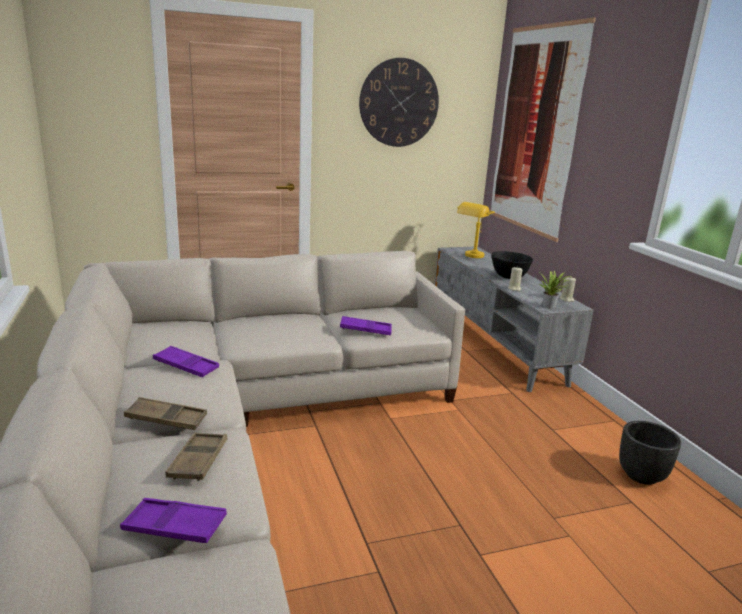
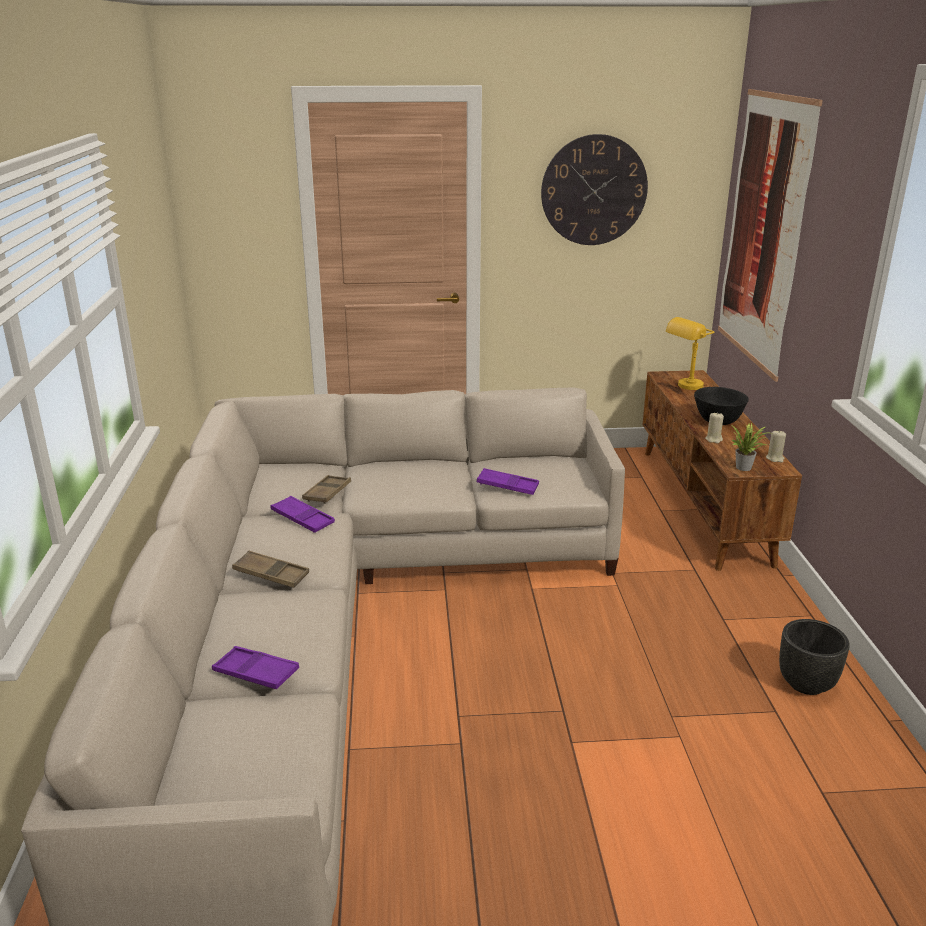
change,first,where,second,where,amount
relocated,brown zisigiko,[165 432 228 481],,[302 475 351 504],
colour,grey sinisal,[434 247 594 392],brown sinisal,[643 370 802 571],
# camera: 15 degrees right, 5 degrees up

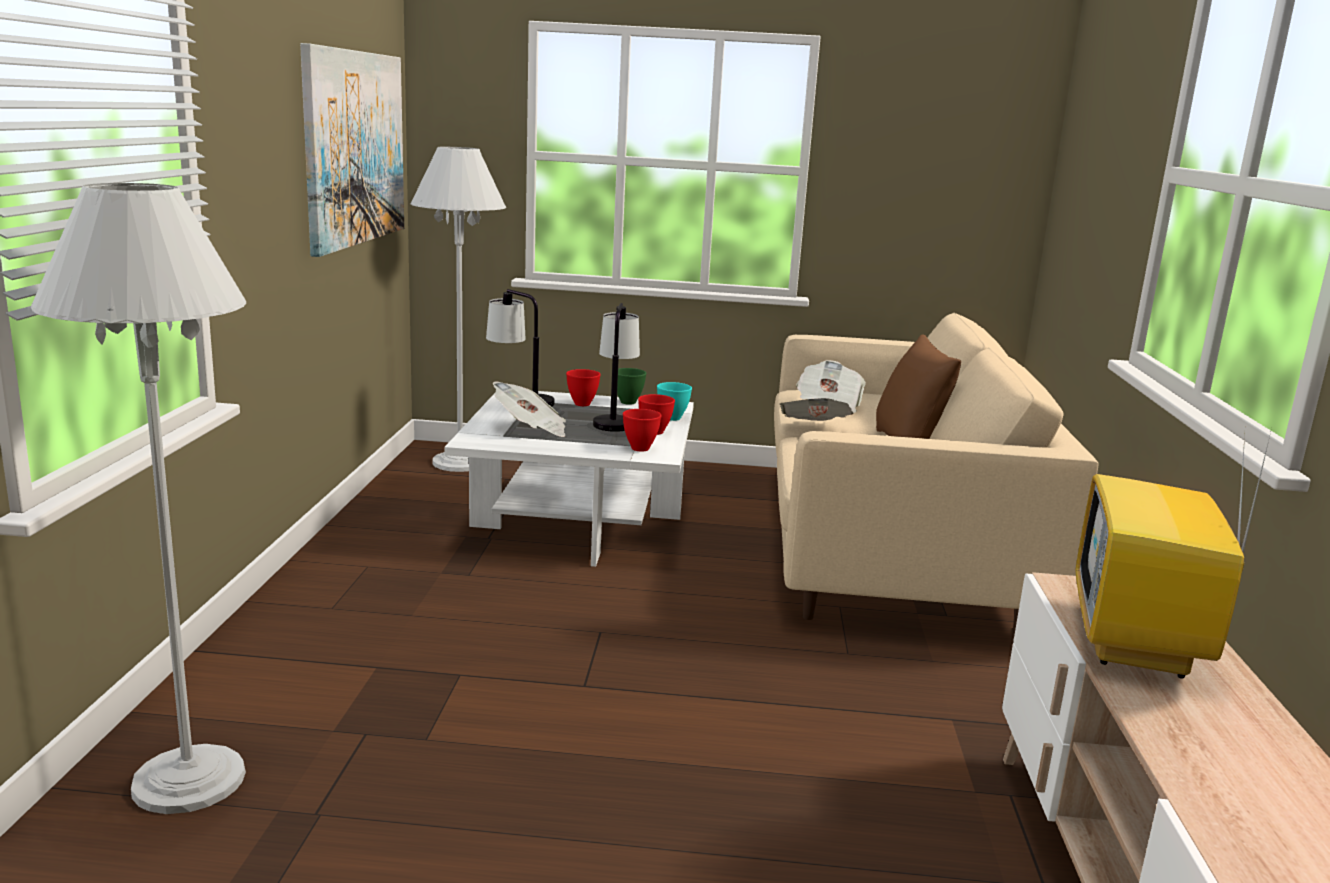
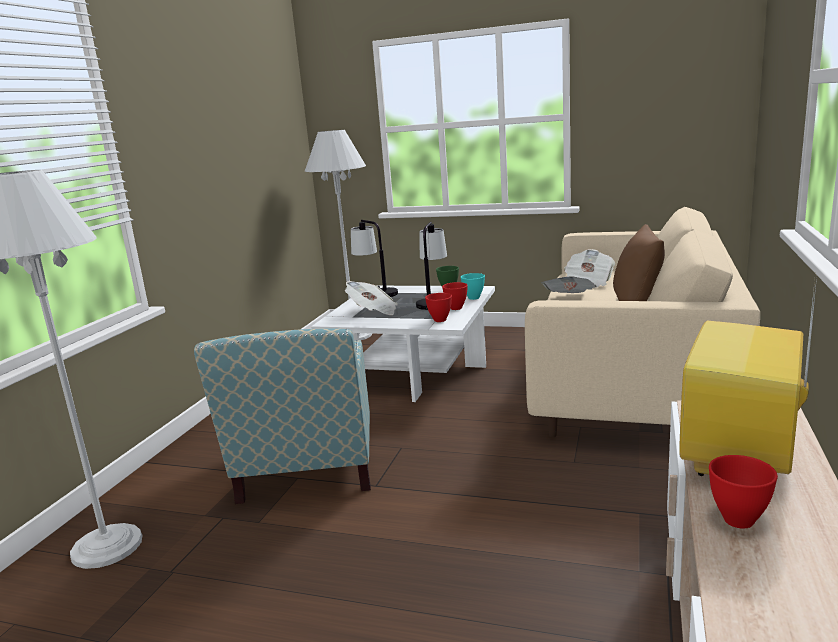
change,first,where,second,where,amount
appeared,,,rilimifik,[194 329 371 504],
relocated,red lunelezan,[566 369 601 406],,[709 455 778 529],
missing,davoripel,[300 43 404 257],,,
# camera: 15 degrees right, 0 degrees up

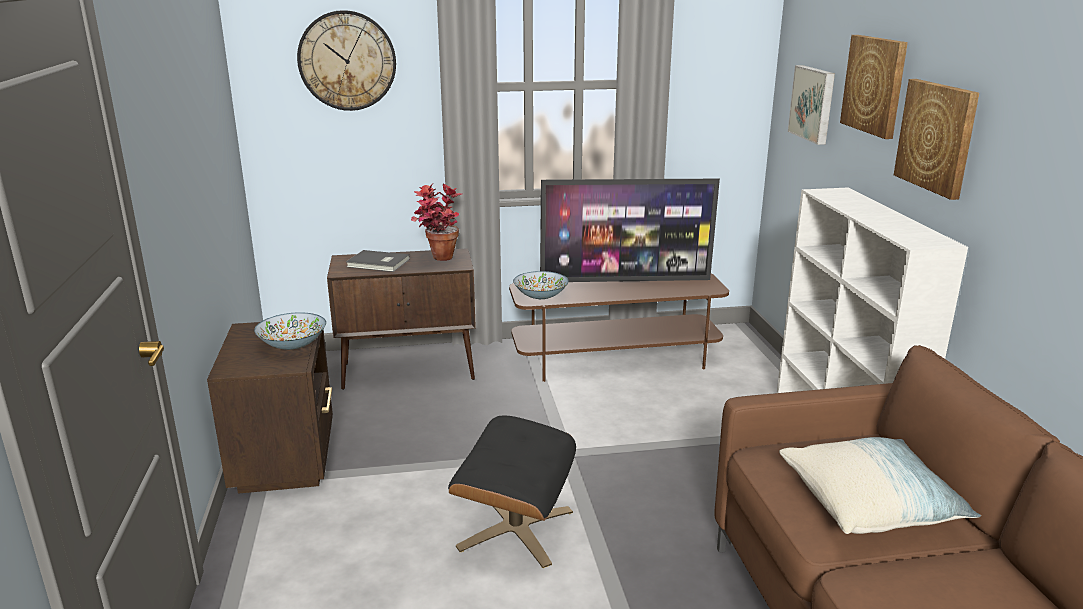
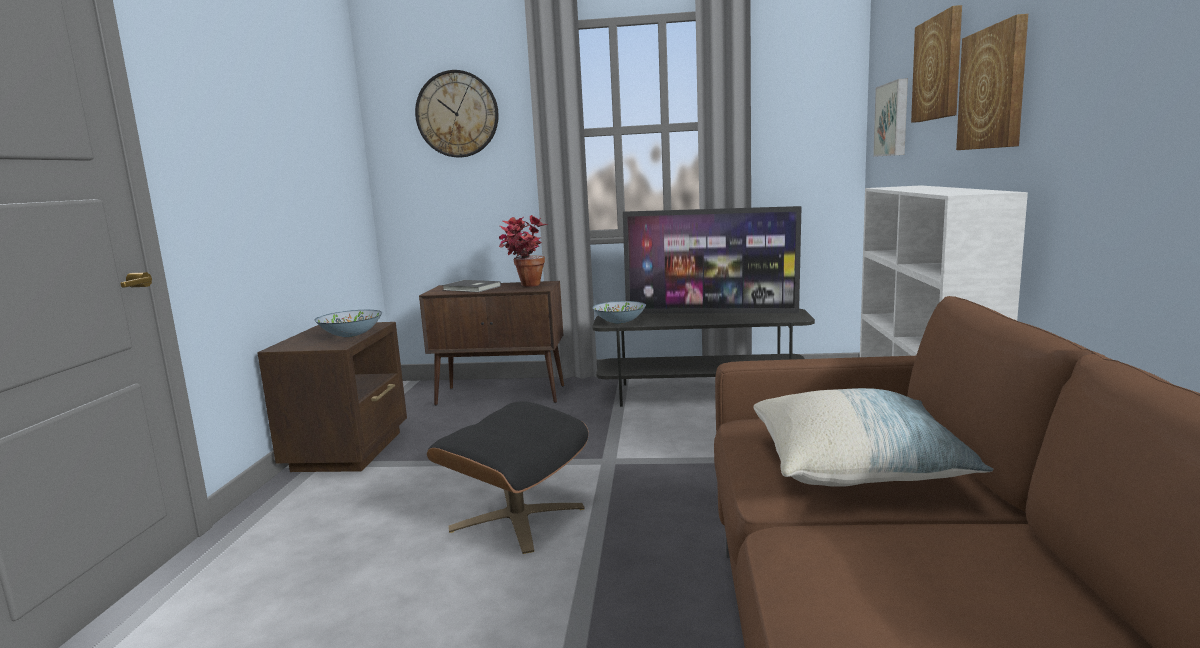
change,first,where,second,where,amount
colour,brown sinisal,[509 274 729 382],grey sinisal,[592 309 815 407],
# camera: 15 degrees right, 10 degrees down

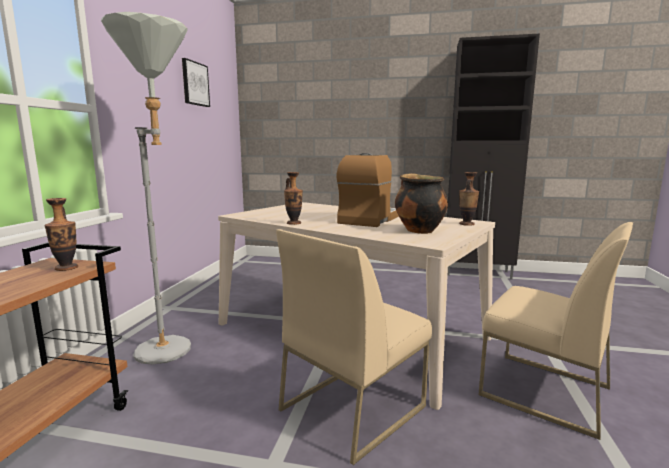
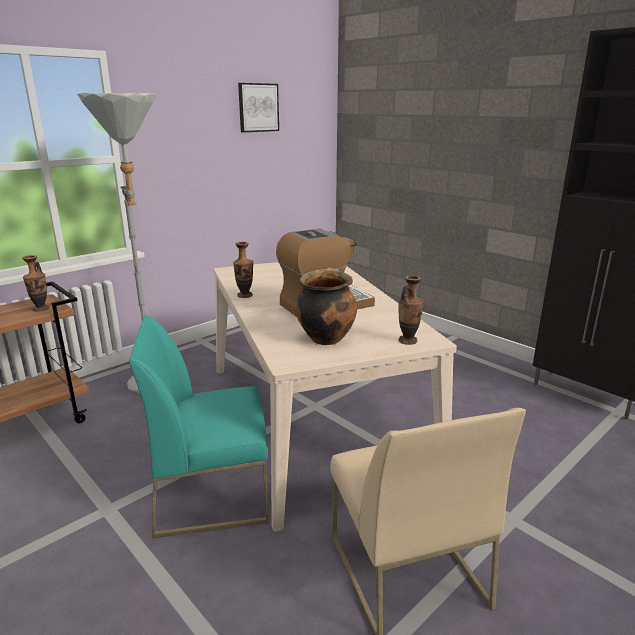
change,first,where,second,where,amount
colour,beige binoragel,[276 229 432 465],turquoise binoragel,[129 315 269 538],
# camera: 35 degrees right, 10 degrees up

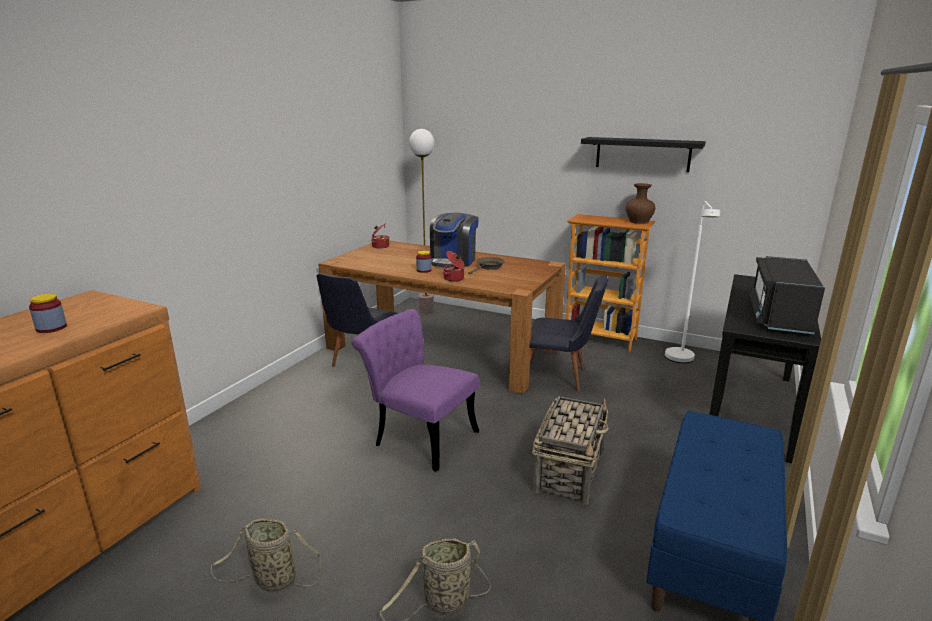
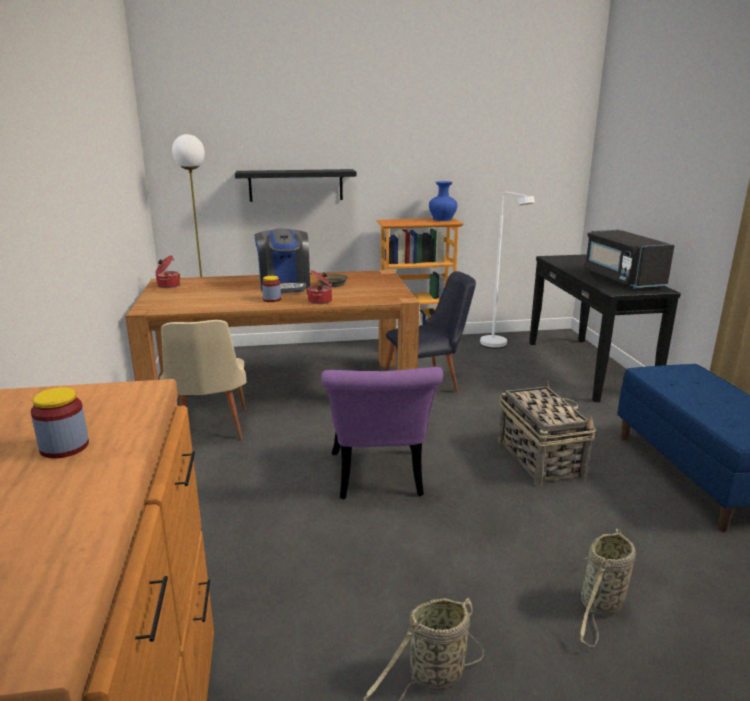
change,first,where,second,where,amount
colour,black binoragel,[316 274 398 367],beige binoragel,[160 320 246 440],
relocated,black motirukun,[581 137 706 172],,[235 169 356 202],
spun,purple binoragel,[352 309 479 472],,[321 367 443 500],90 degrees counterclockwise
colour,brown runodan,[626 183 655 224],blue runodan,[429 181 457 221],
# camera: 35 degrees left, 0 degrees up

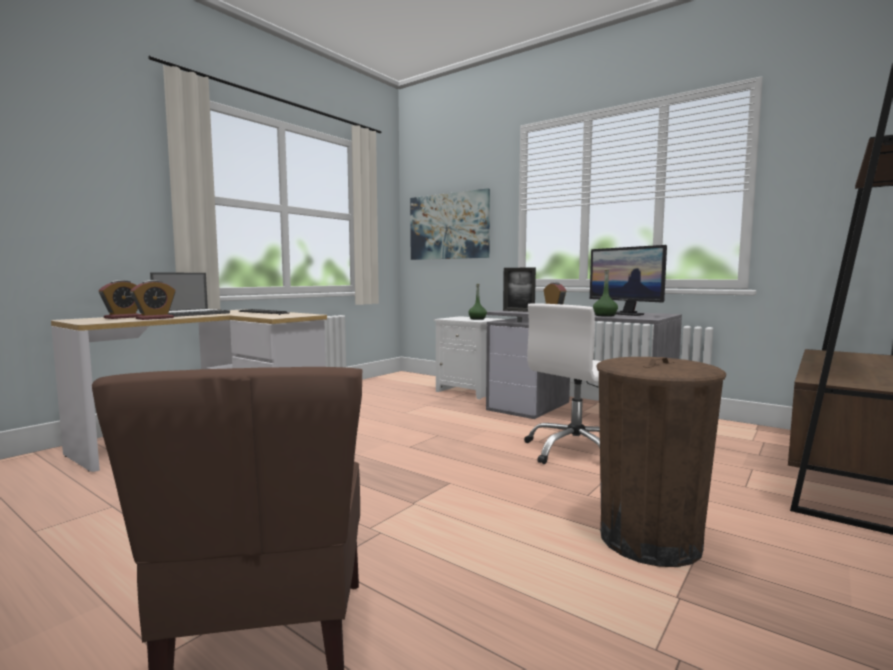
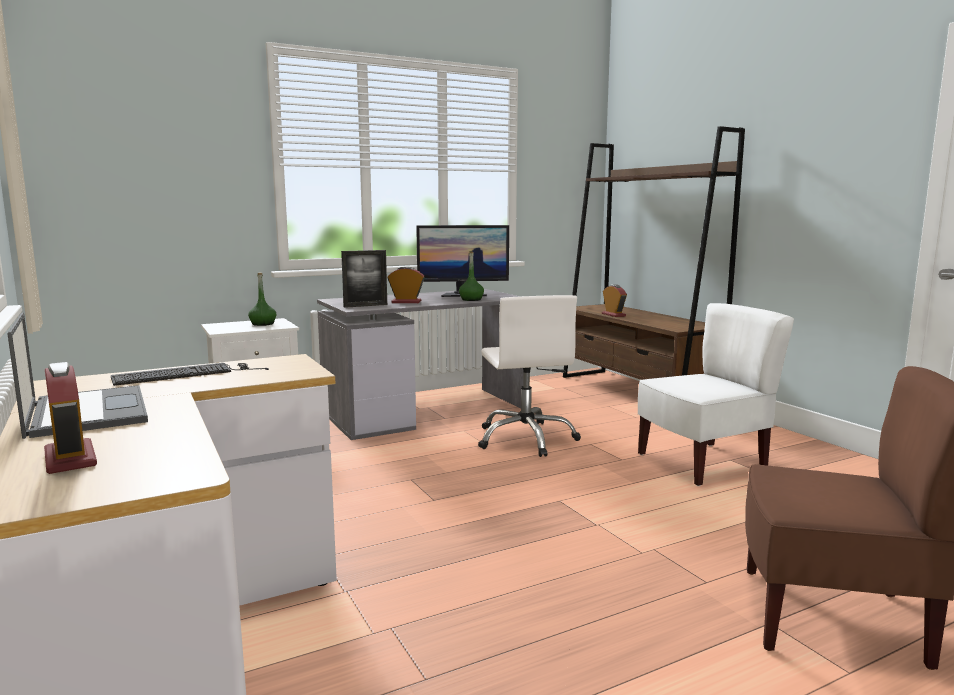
change,first,where,second,where,amount
relocated,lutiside,[130 280 175 320],,[602 285 627 317],
exchanged,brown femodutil,[597 357 726 567],white binoragel,[638 303 794 486],
missing,davoripel,[410 188 490 260],,,
# camera: 65 degrees left, 5 degrees up

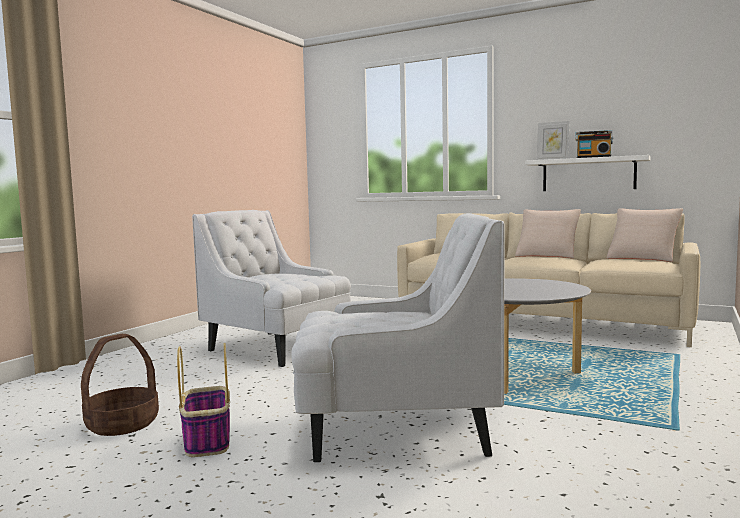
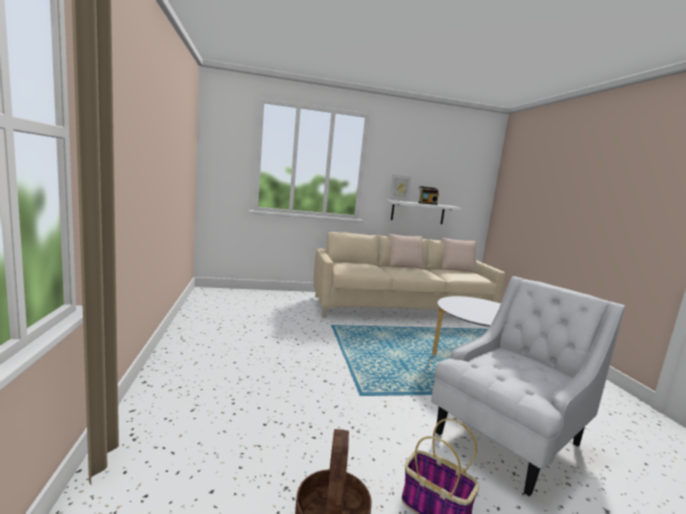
change,first,where,second,where,amount
missing,white rilimifik,[192 210 351 367],,,
# camera: 40 degrees left, 5 degrees up

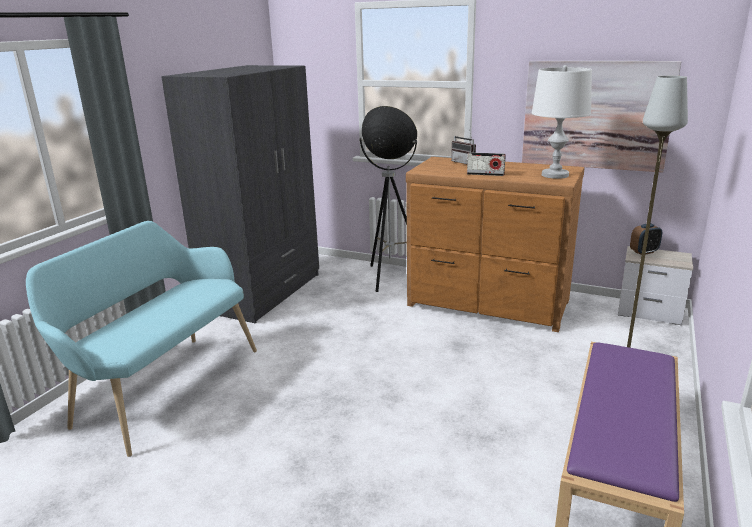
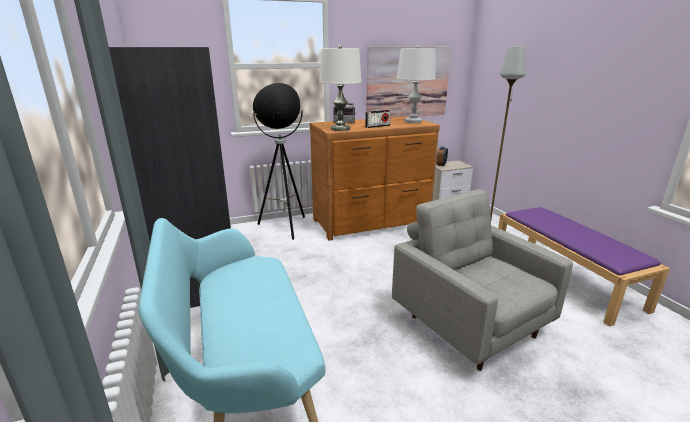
change,first,where,second,where,amount
appeared,,,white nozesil,[319 45 362 131],
appeared,,,grey rilimifik,[392 189 573 371],
# camera: 45 degrees left, 0 degrees up

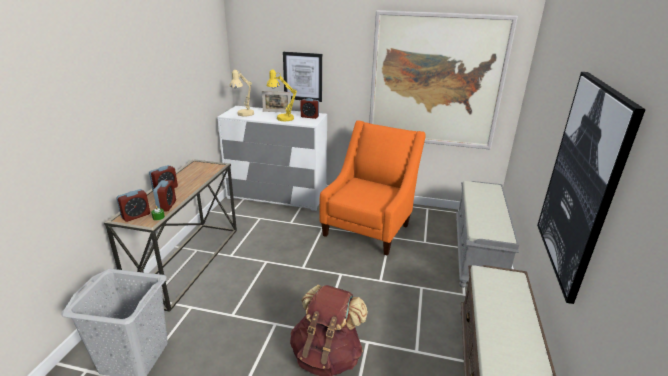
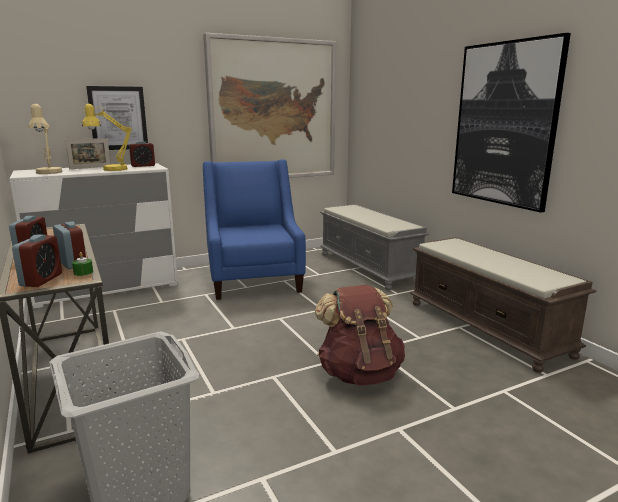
change,first,where,second,where,amount
colour,orange rilimifik,[319 120 426 256],blue rilimifik,[203 159 306 300],
# camera: 40 degrees left, 10 degrees down

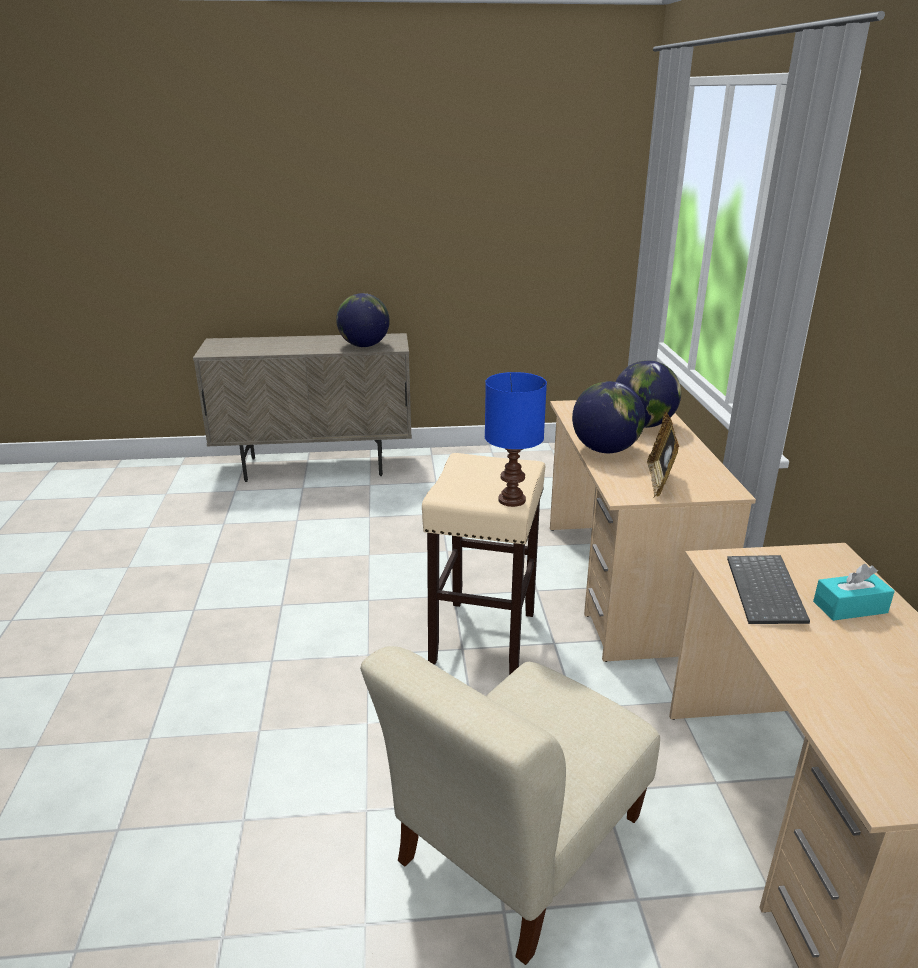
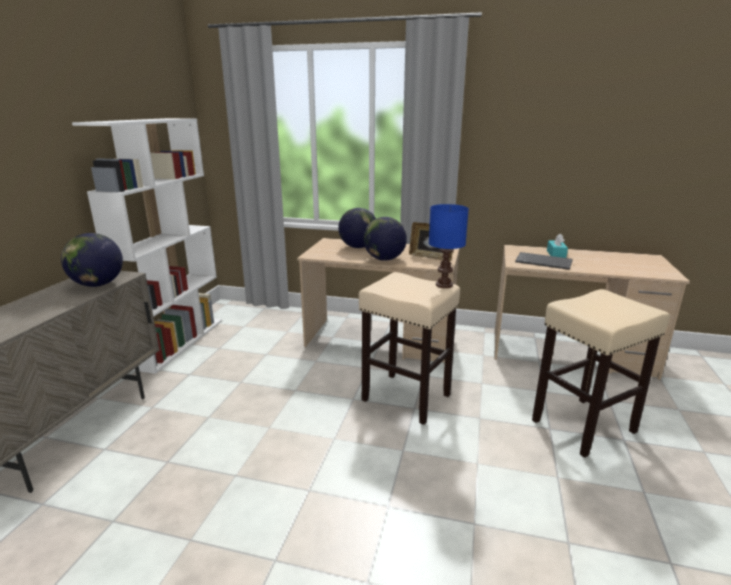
change,first,where,second,where,amount
appeared,,,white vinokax,[72 118 222 374],
exchanged,beige binoragel,[360 646 660 965],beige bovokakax,[532 289 670 458],
# camera: 70 degrees left, 5 degrees down

